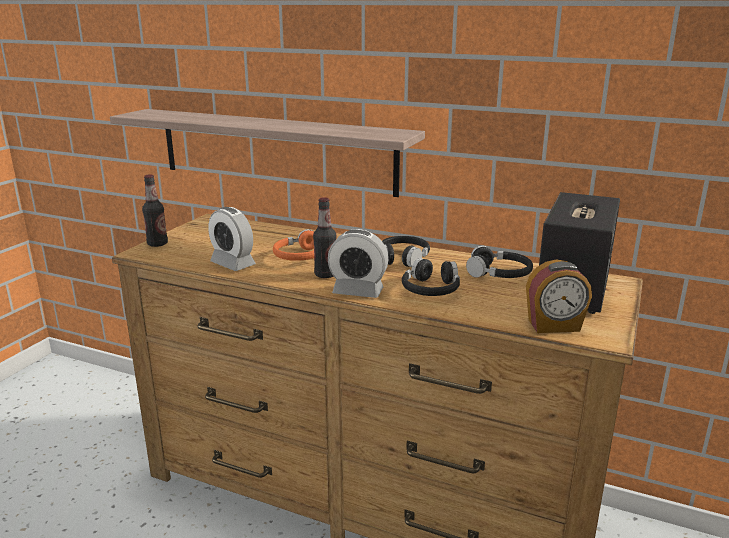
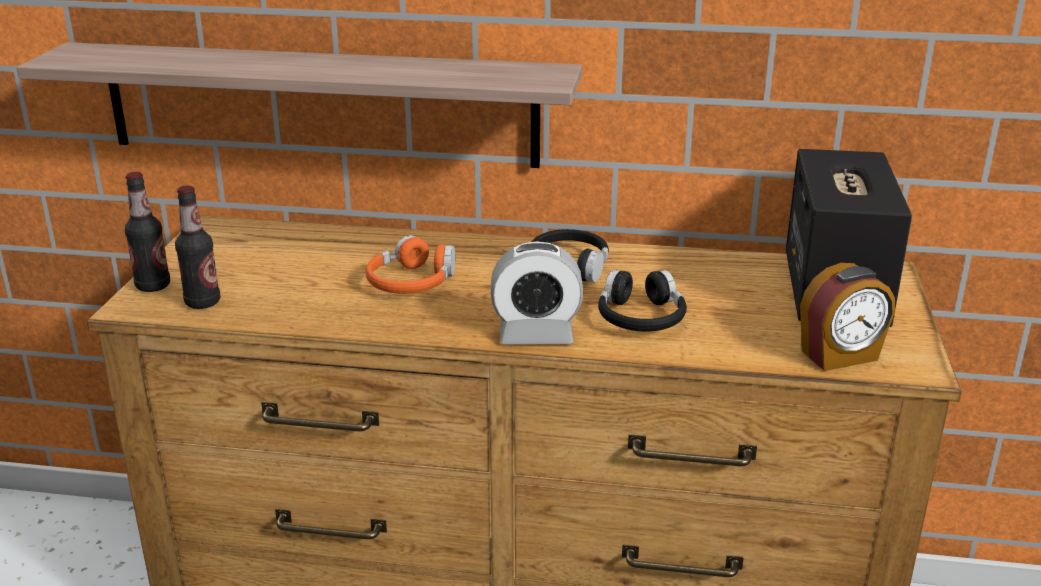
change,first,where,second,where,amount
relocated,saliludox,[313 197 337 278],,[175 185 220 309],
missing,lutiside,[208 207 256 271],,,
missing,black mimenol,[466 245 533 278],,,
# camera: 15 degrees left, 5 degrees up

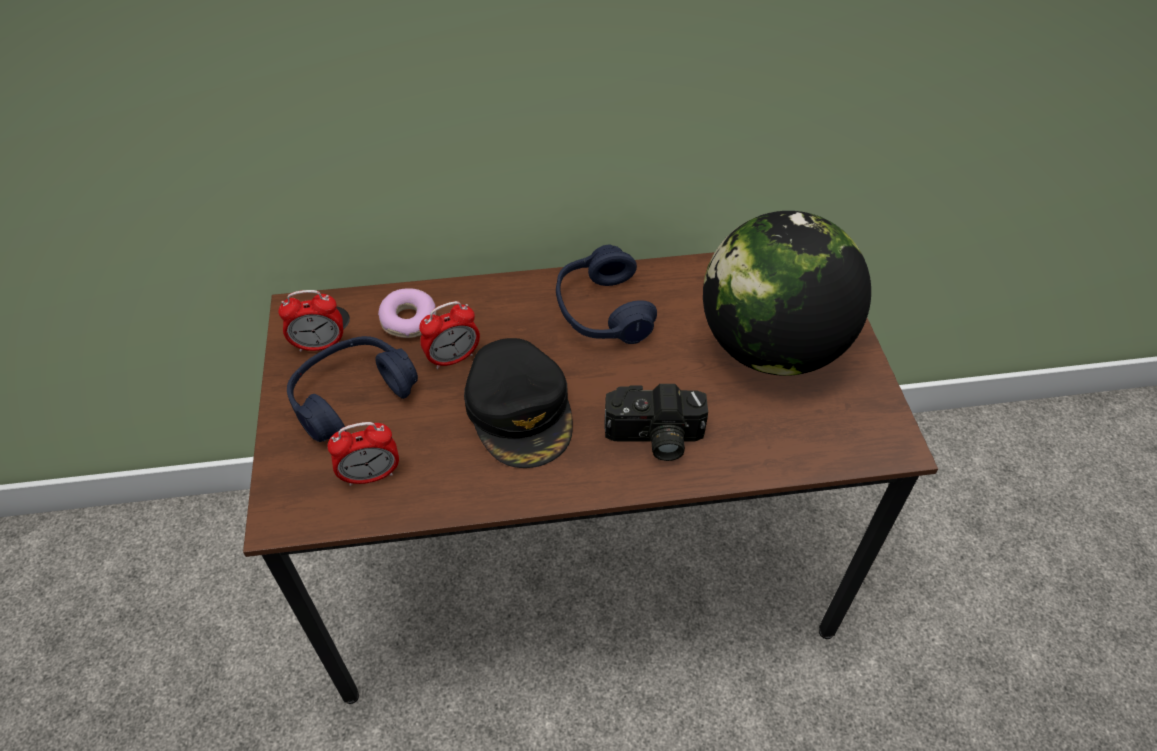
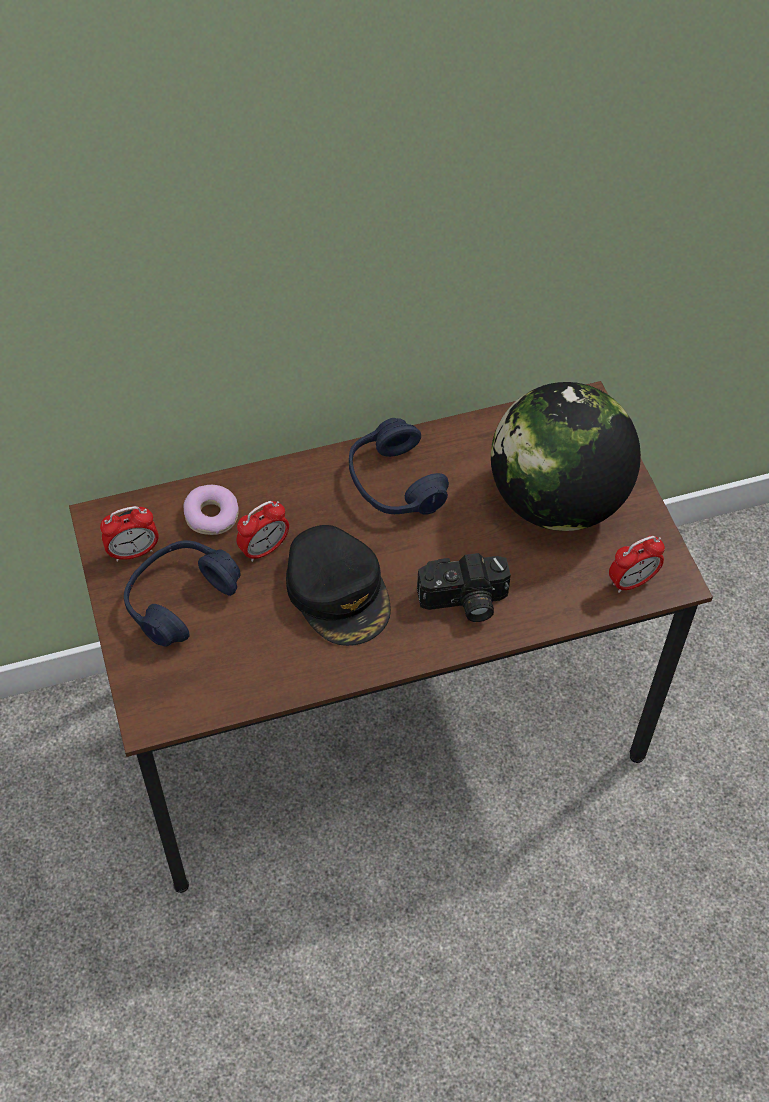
change,first,where,second,where,amount
relocated,lutiside,[327 422 399 486],,[609 536 665 593],
# camera: 10 degrees left, 5 degrees up

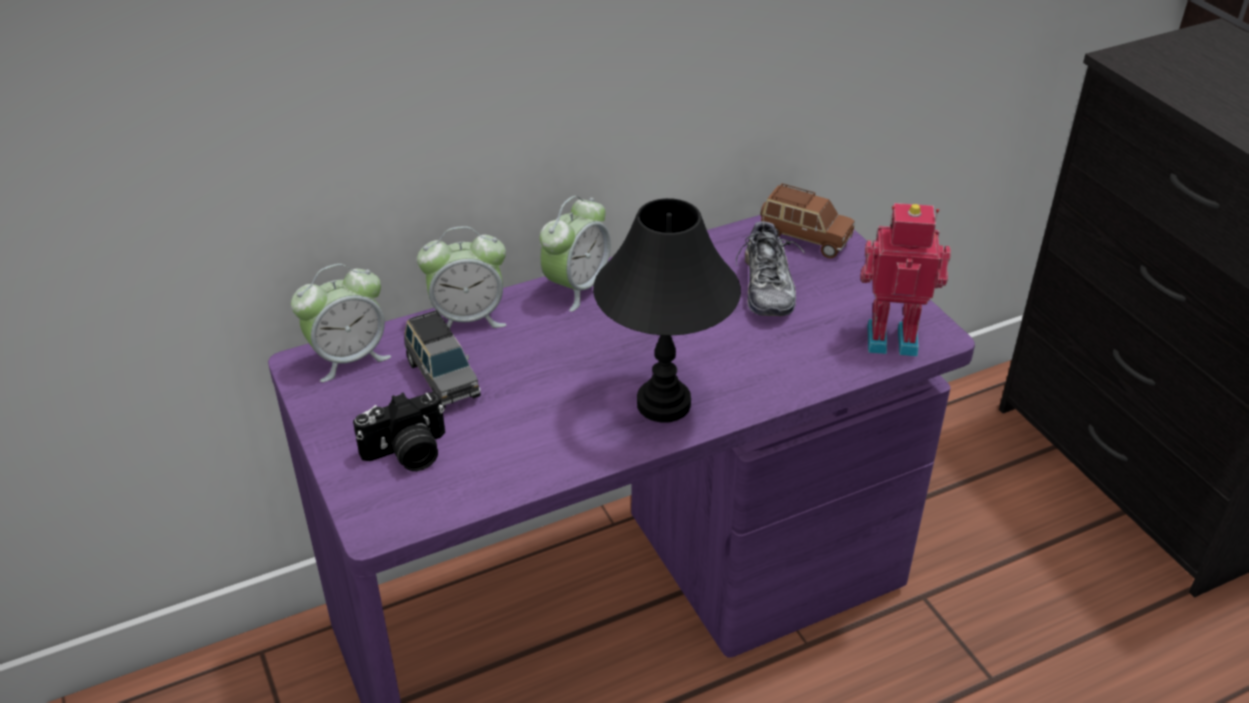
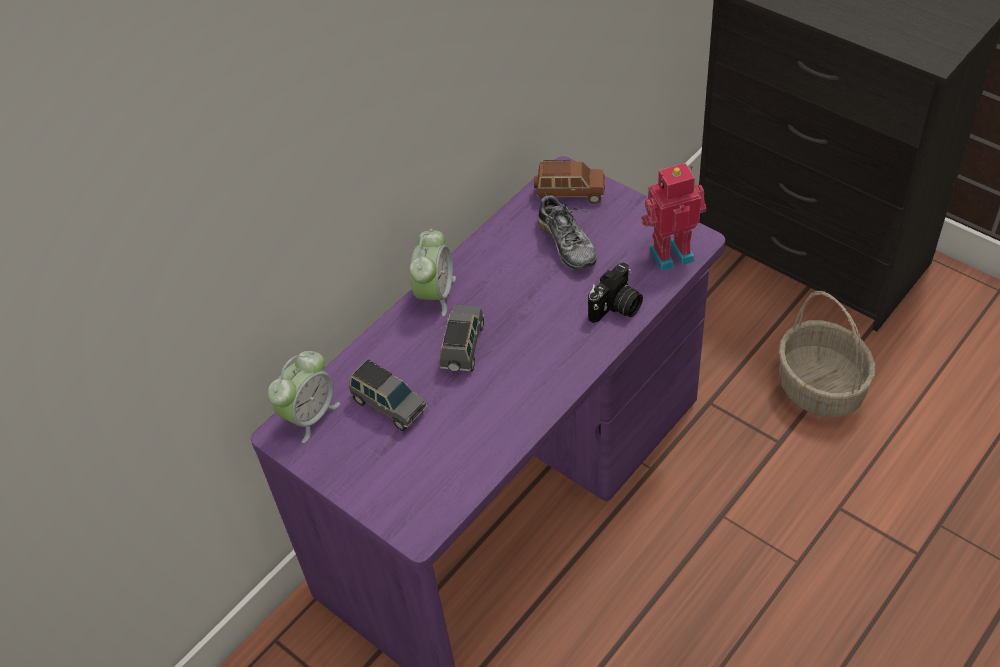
change,first,where,second,where,amount
appeared,,,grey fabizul,[440 305 484 372],
relocated,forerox,[353 392 445 471],,[588 263 643 323],
appeared,,,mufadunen,[779 291 876 417],
missing,lutiside,[417 226 507 329],,,
missing,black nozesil,[593 198 741 423],,,
# camera: 20 degrees left, 10 degrees up

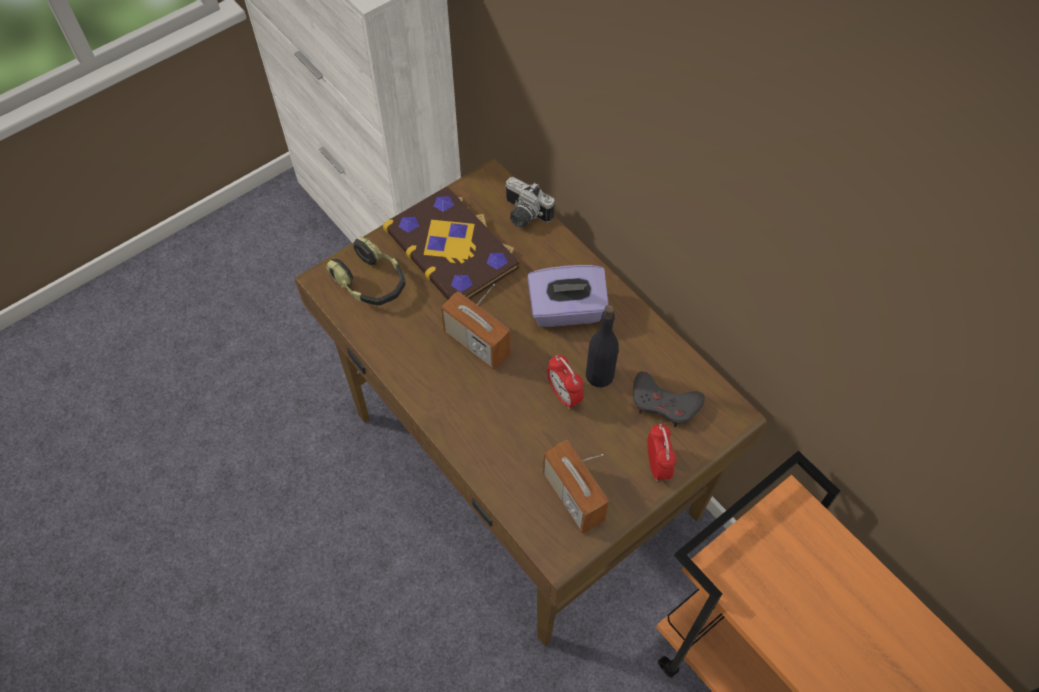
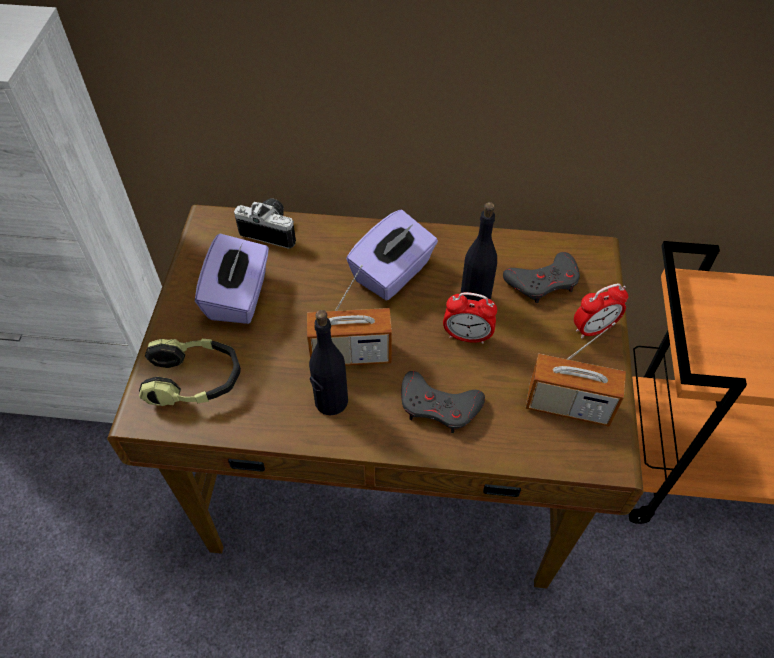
change,first,where,second,where,amount
exchanged,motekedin,[383 186 519 300],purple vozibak,[195 234 269 324],
spun,forerox,[505 177 555 228],,[234 198 296 249],150 degrees counterclockwise
appeared,,,black saliludox,[309 310 348 416],
appeared,,,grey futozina,[401 371 485 433],
spun,lutiside,[647 424 677 481],,[574 283 628 339],120 degrees clockwise
# camera: 45 degrees left, 5 degrees down

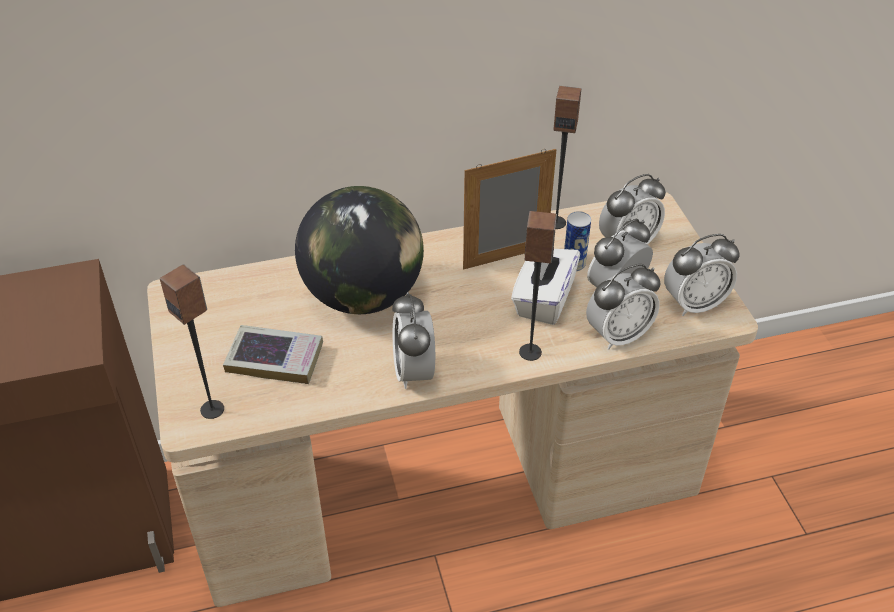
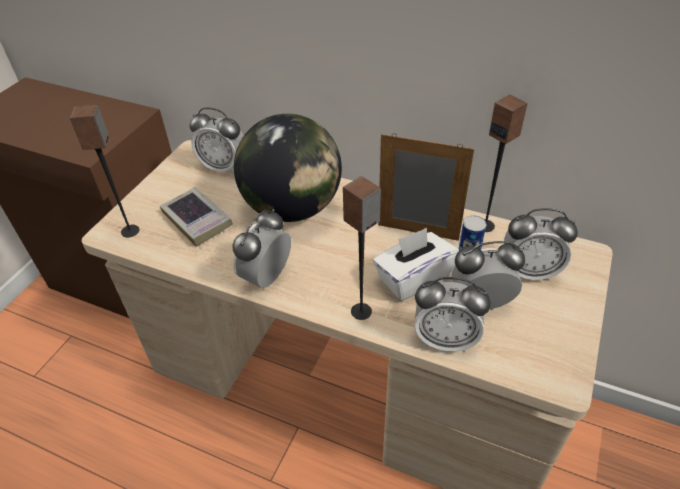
change,first,where,second,where,amount
relocated,lutiside,[664 234 740 316],,[189 108 244 175],
# camera: 40 degrees right, 0 degrees up

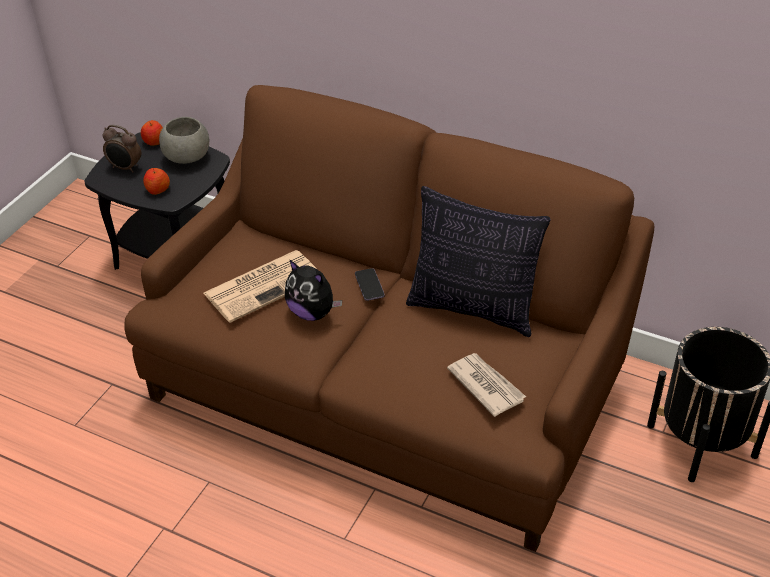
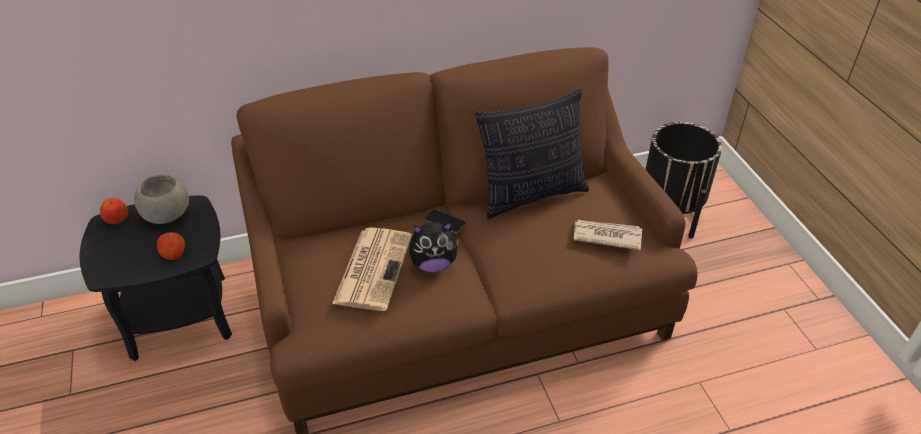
change,first,where,second,where,amount
missing,lutiside,[103 125 141 173],,,
# camera: 45 degrees left, 0 degrees up

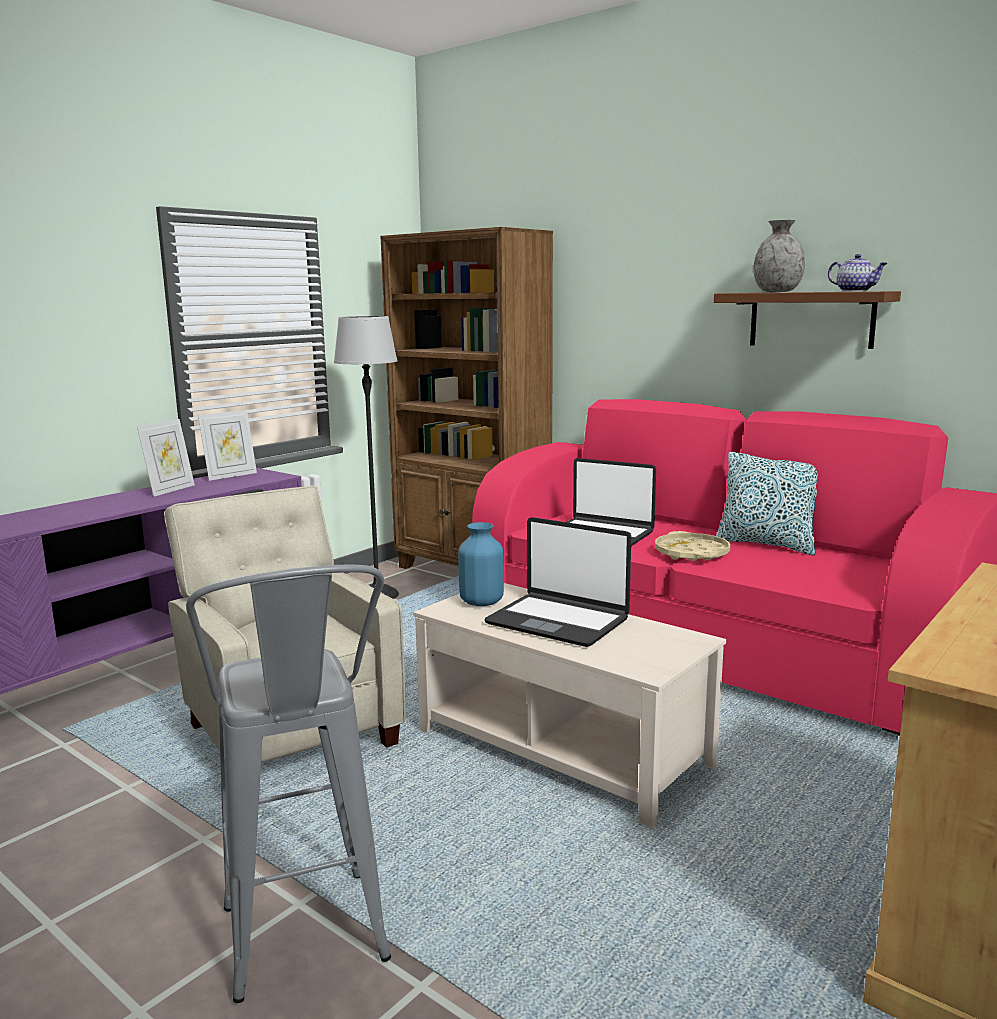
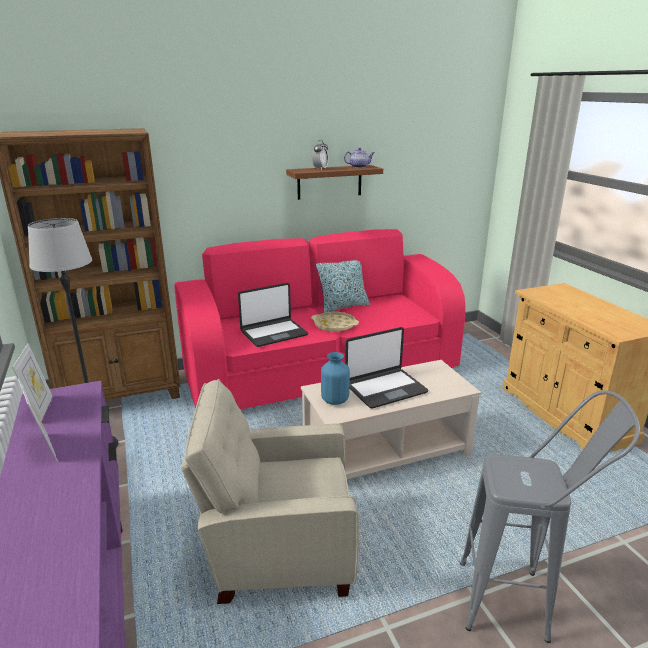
change,first,where,second,where,amount
exchanged,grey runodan,[753 220 805 292],lutiside,[312 140 329 170],
# camera: 60 degrees left, 10 degrees up

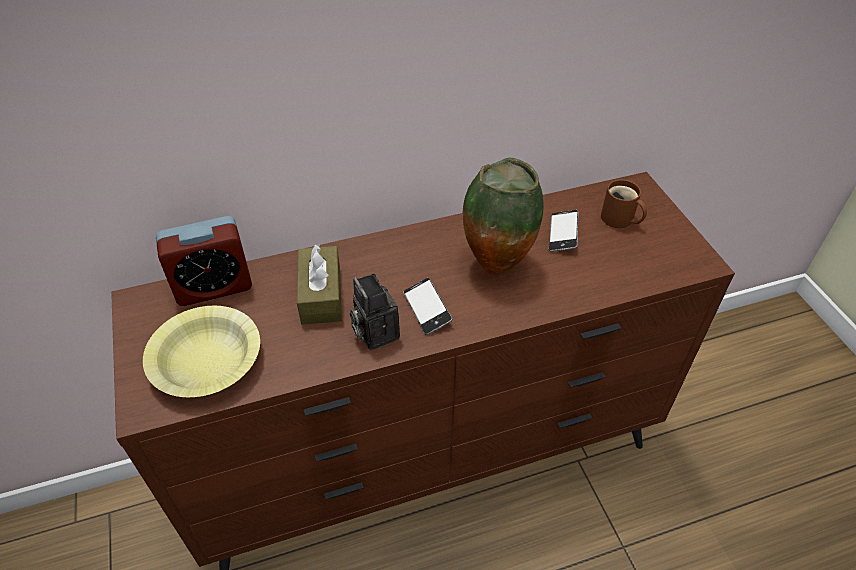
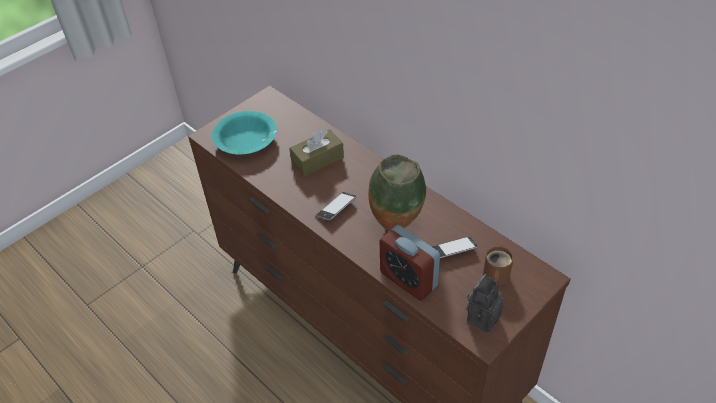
change,first,where,second,where,amount
colour,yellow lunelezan,[143 306 260 397],turquoise lunelezan,[212 111 277 154],
relocated,lutiside,[156 216 252 306],,[380 225 440 301],
relocated,forerox,[350 273 400 350],,[466 274 504 333],
# camera: 65 degrees right, 0 degrees up

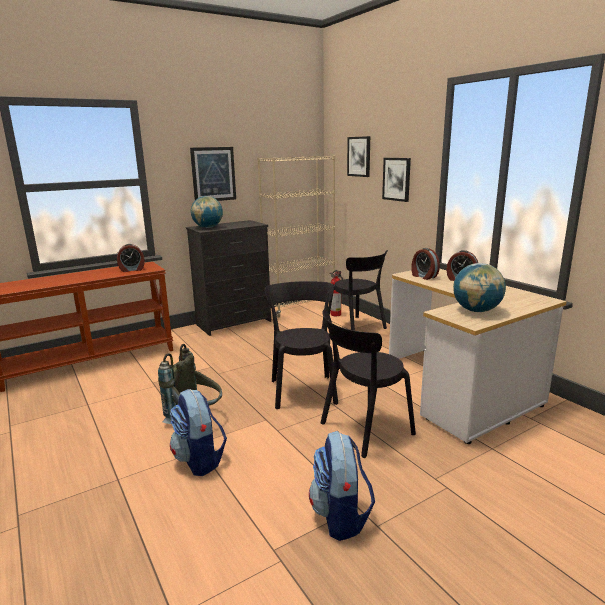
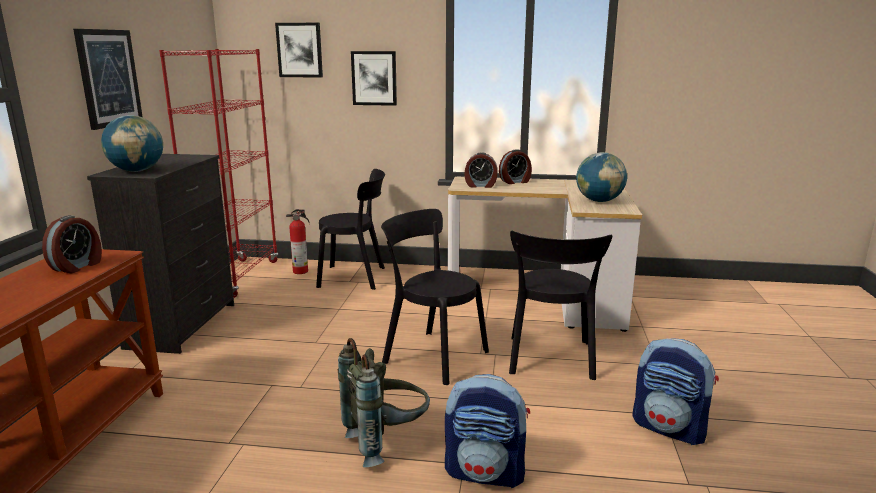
change,first,where,second,where,amount
colour,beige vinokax,[257 156 335 318],red vinokax,[159 49 278 298],
# camera: 50 degrees left, 0 degrees up

